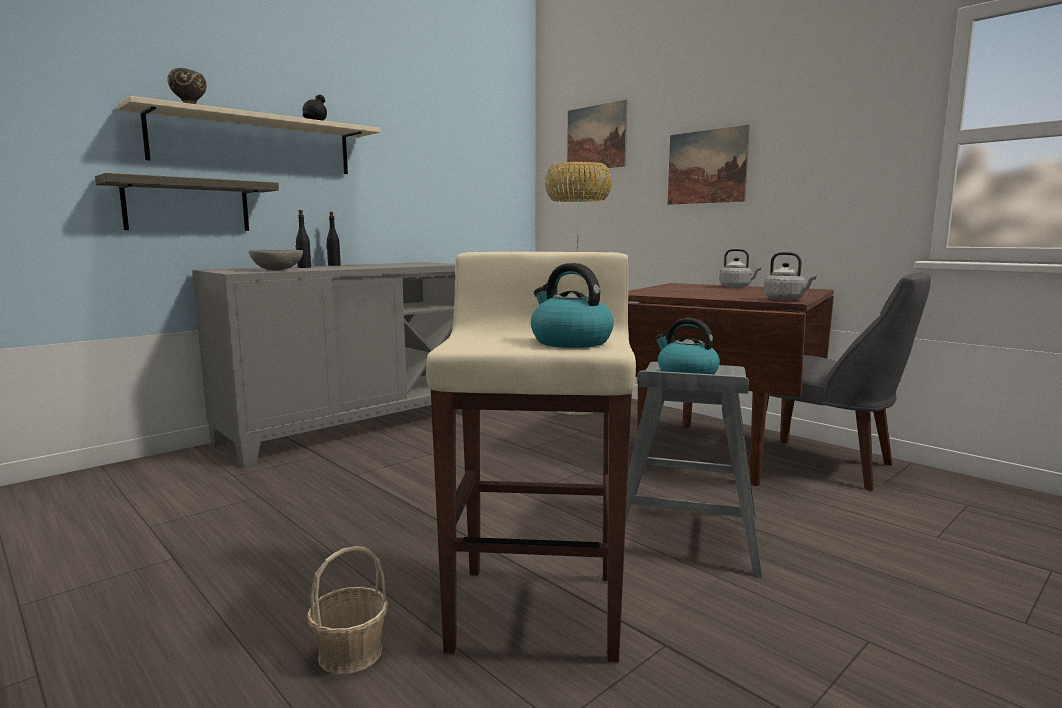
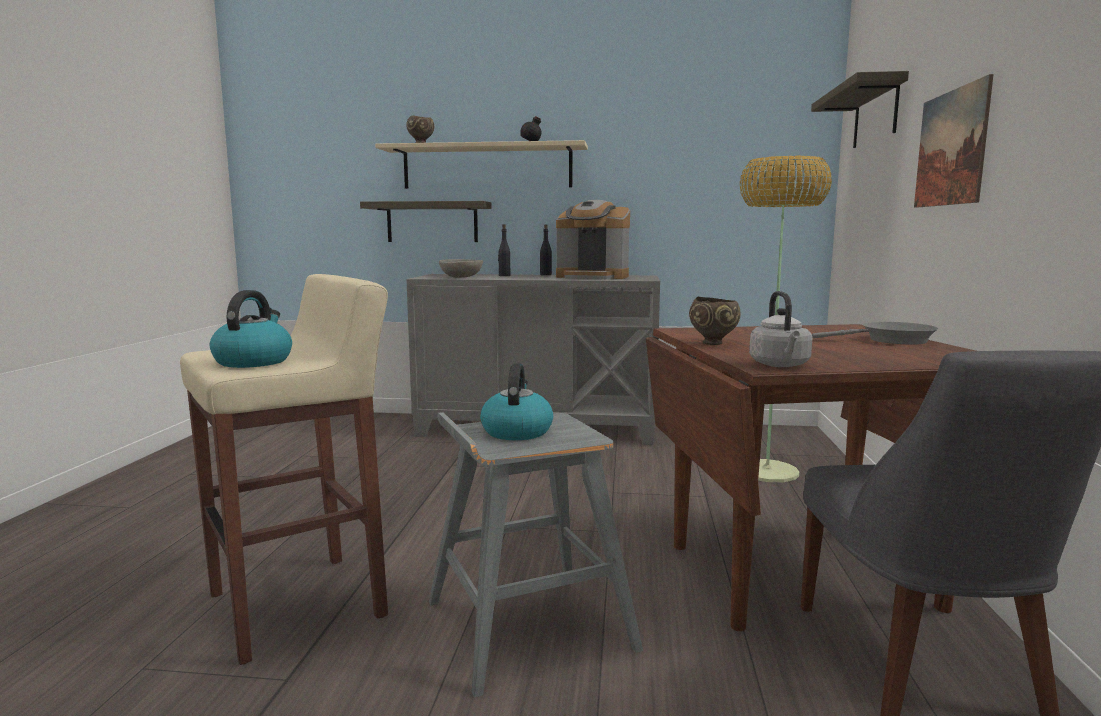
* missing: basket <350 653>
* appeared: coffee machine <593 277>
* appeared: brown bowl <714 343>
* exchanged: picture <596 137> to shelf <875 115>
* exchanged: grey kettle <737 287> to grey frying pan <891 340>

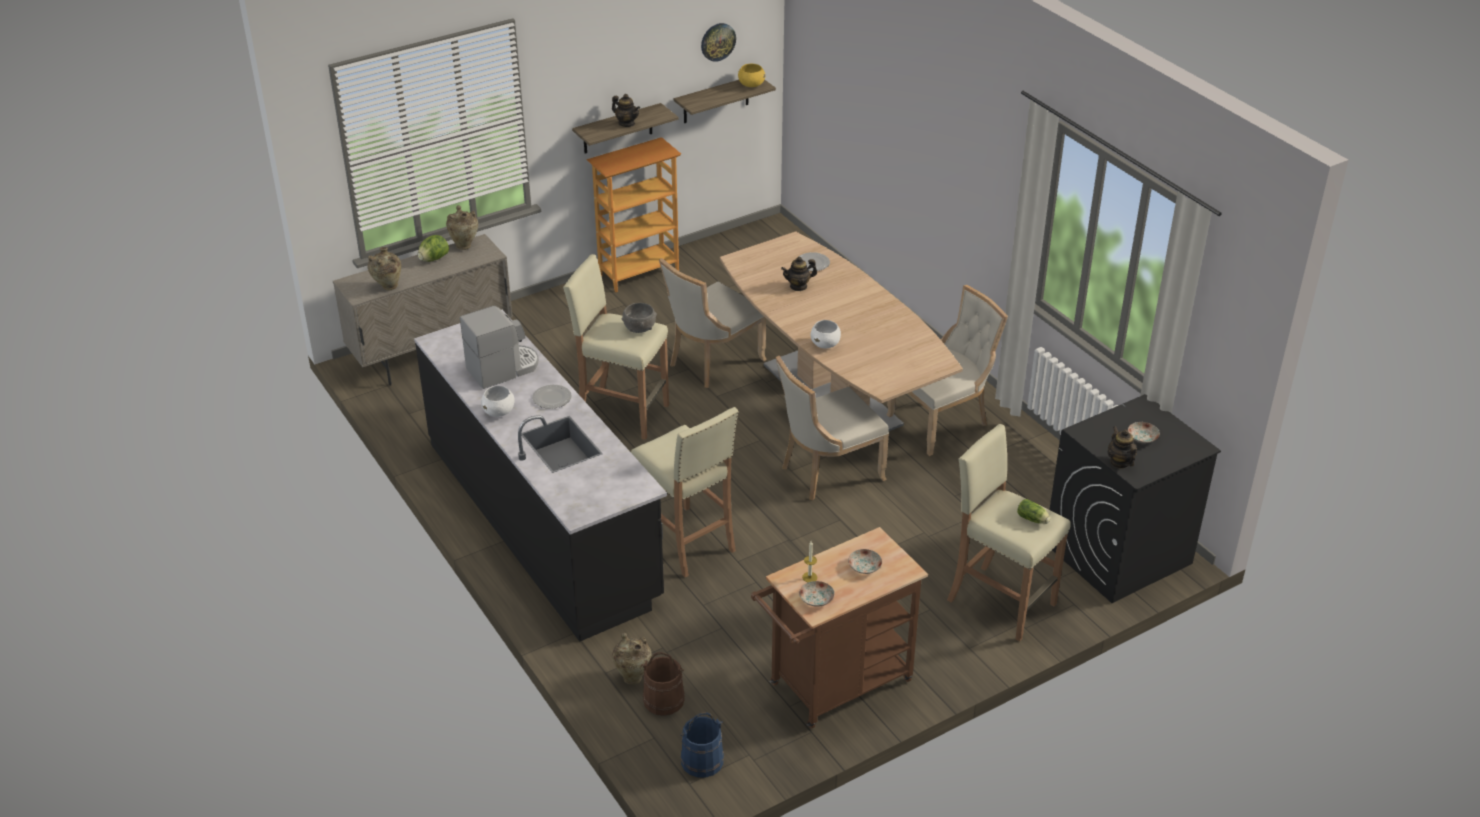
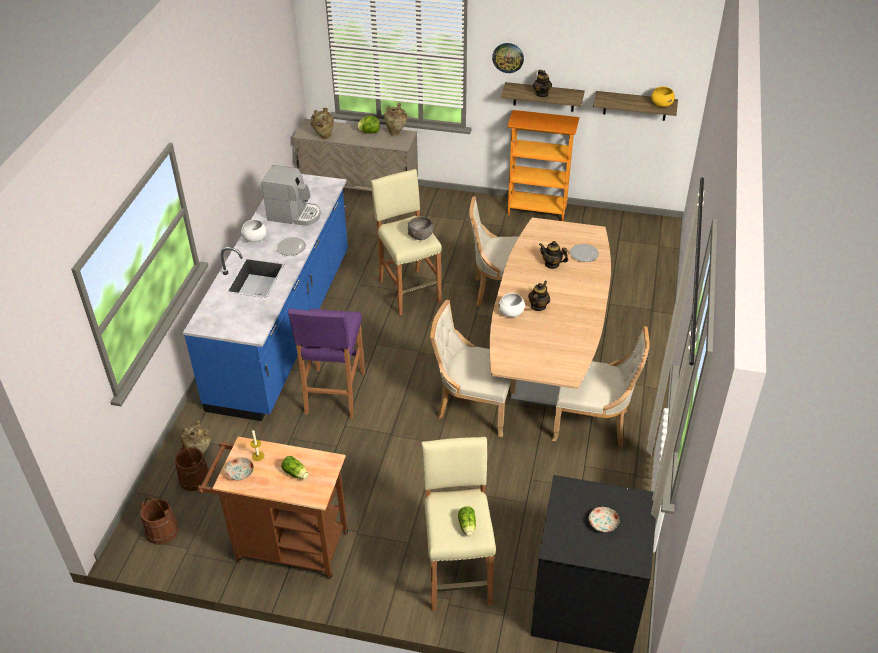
* relocated: wall clock <718 41> to <508 57>
* relocated: teapot <1120 462> to <538 306>
* exchanged: plate <864 567> to lettuce <296 474>
* colour: black counter <543 520> to blue counter <284 328>
* colour: beige stool <686 542> to purple stool <334 393>
* colour: blue bucket <702 761> to brown bucket <162 531>

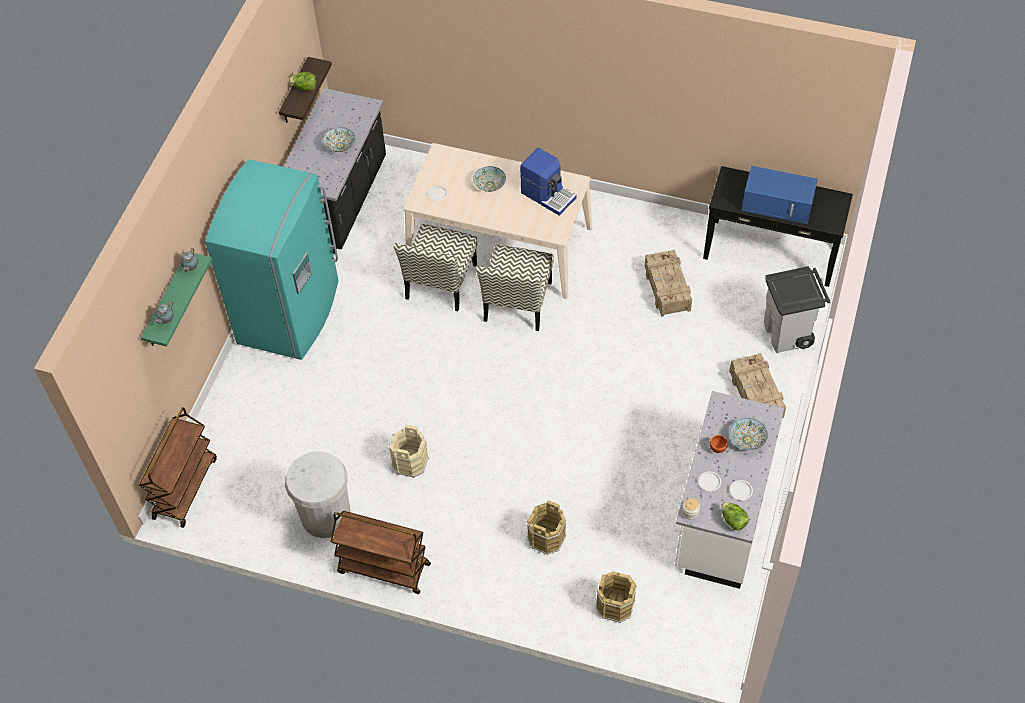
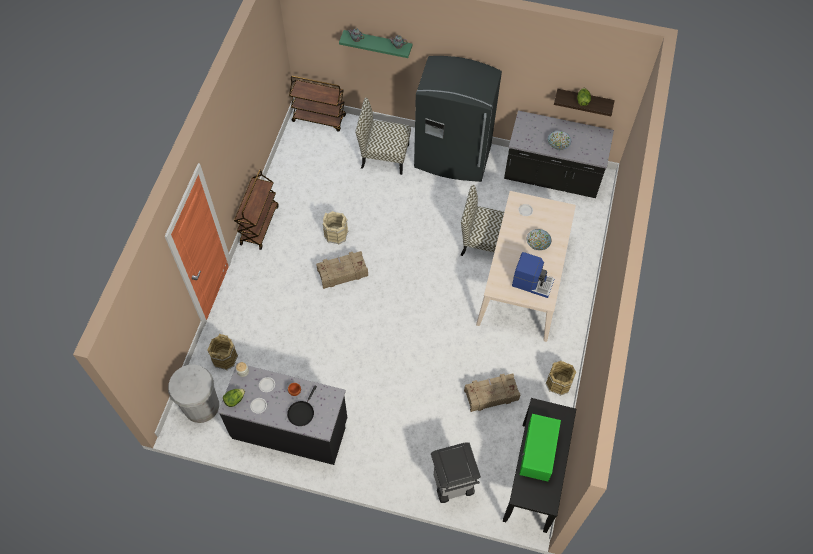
* relocated: white trash can <325 515> to <201 406>
* relocated: chair <517 302> to <384 156>
* relocated: brown bucket <547 538> to <558 383>
* relocated: crate <755 395> to <342 273>
* exchanged: bowl <747 439> to black frying pan <301 412>
* colour: turquoise fridge <291 313> to grey fridge <452 158>
* colour: white counter <721 515> to black counter <290 428>
* colour: blue microwave <778 204> to green microwave <538 452>
* spun: coffee machine <548 195> = <532 282> 105 degrees counterclockwise

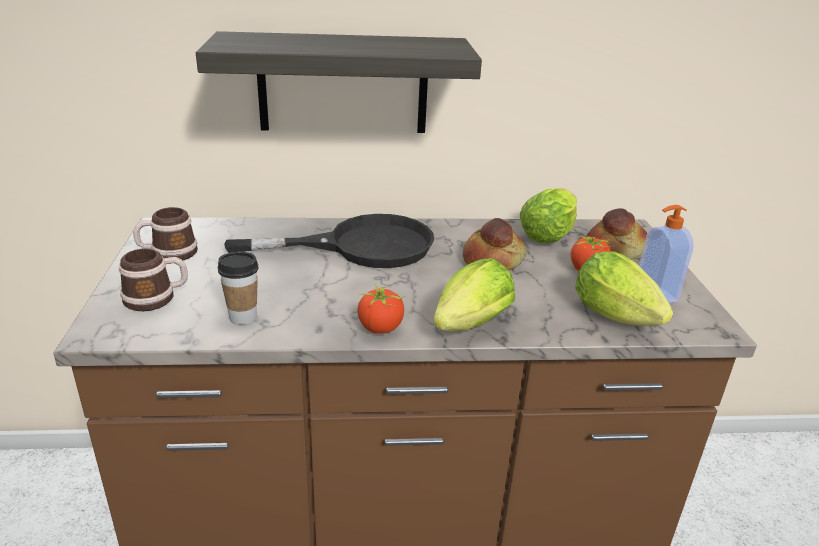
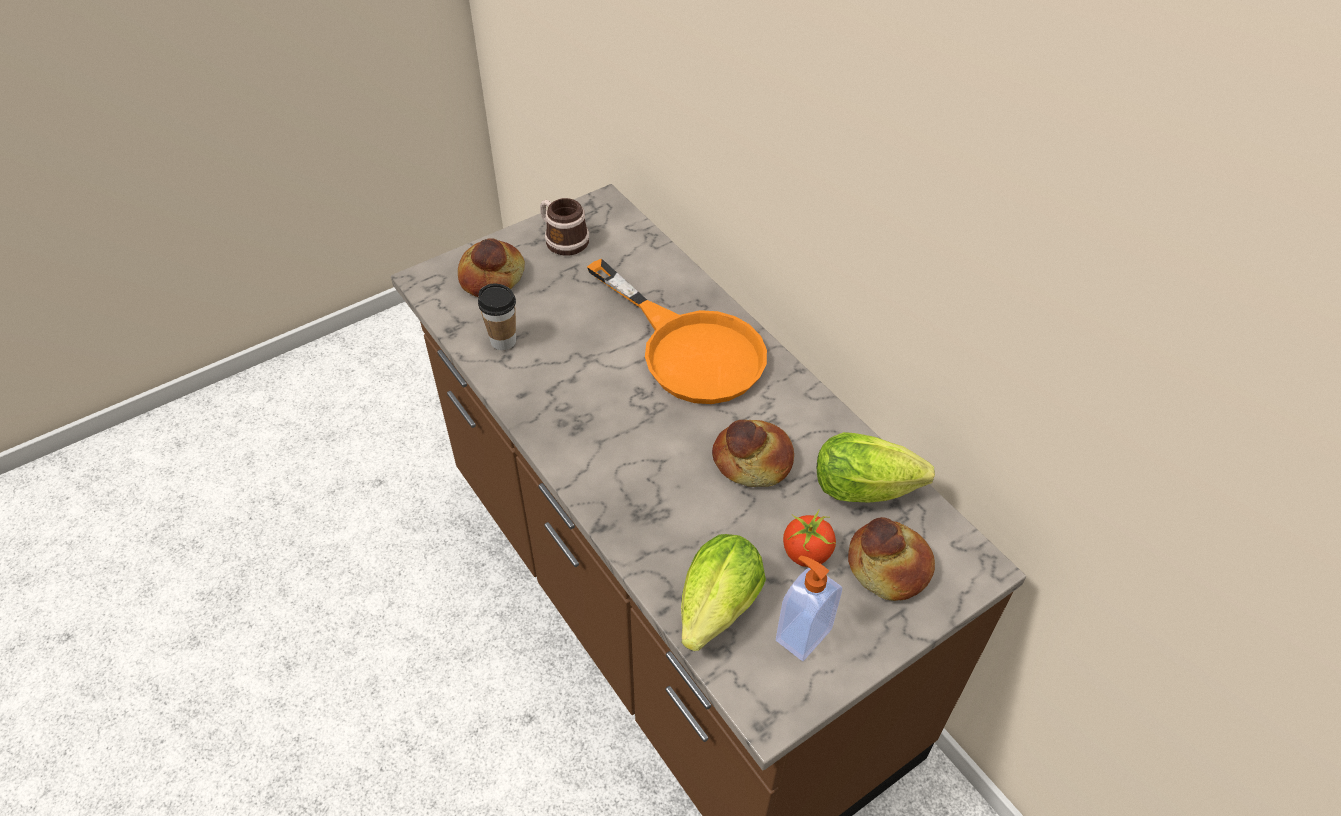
* missing: shelf <343 84>
* missing: tomato <380 328>
* missing: lettuce <468 327>
* exchanged: mug <157 298> to bread <492 277>
* colour: black frying pan <361 246> to orange frying pan <689 348>

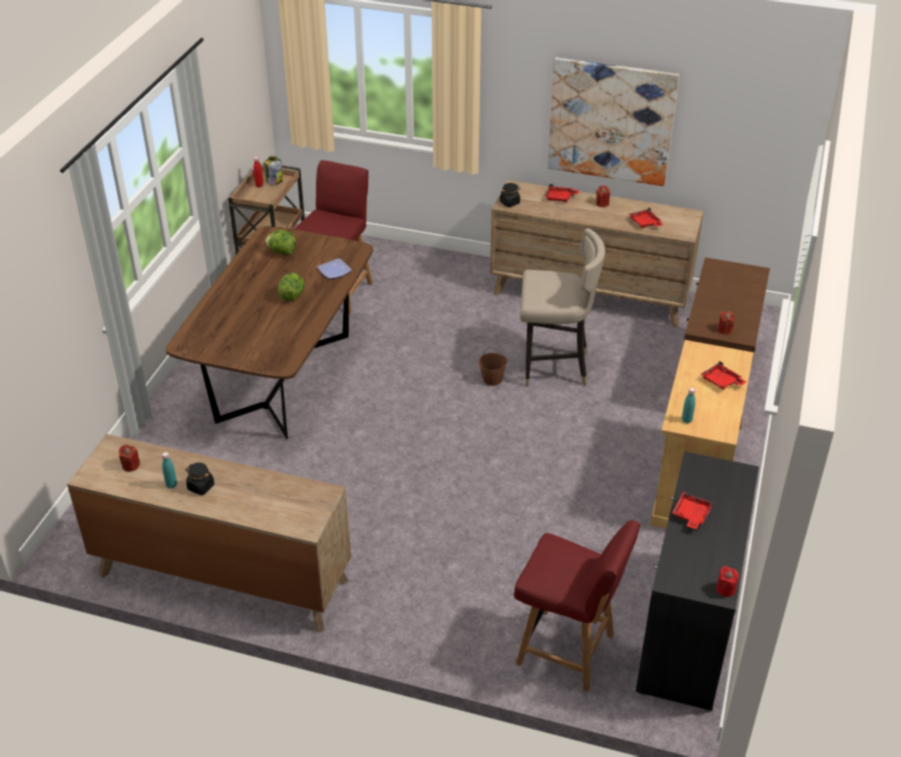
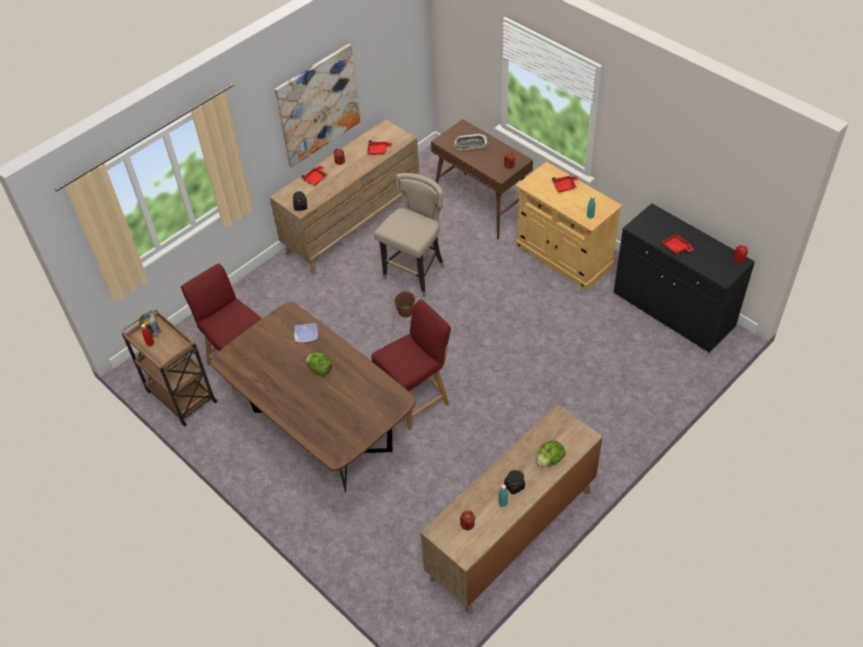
* appeared: tray <470 144>
* relocated: lettuce <282 252> to <549 460>
* relocated: red chair <567 650> to <416 400>

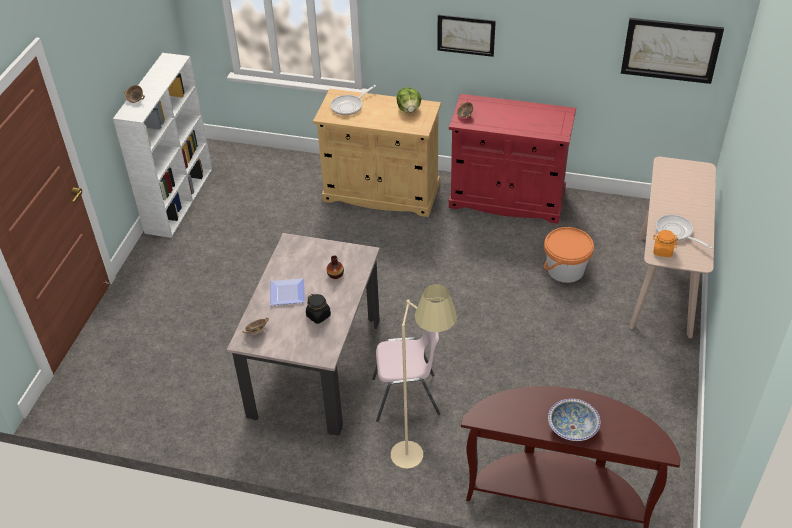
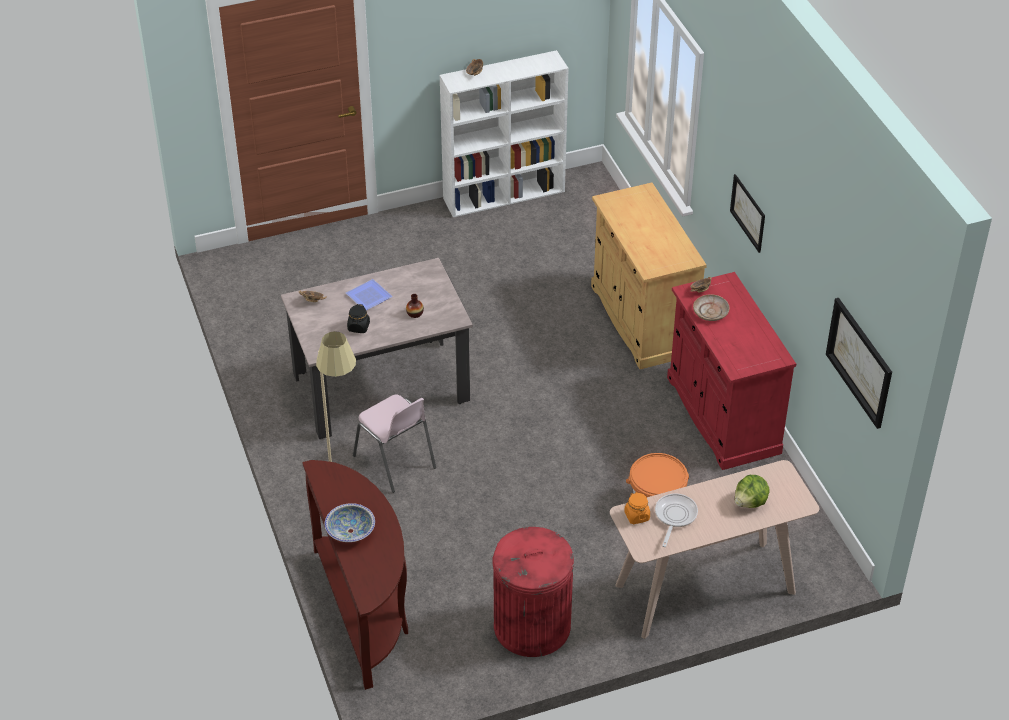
* missing: frying pan <349 106>
* appeared: red trash can <532 626>
* appeared: beige plate <711 312>
* relocated: lettuce <409 109> to <750 502>

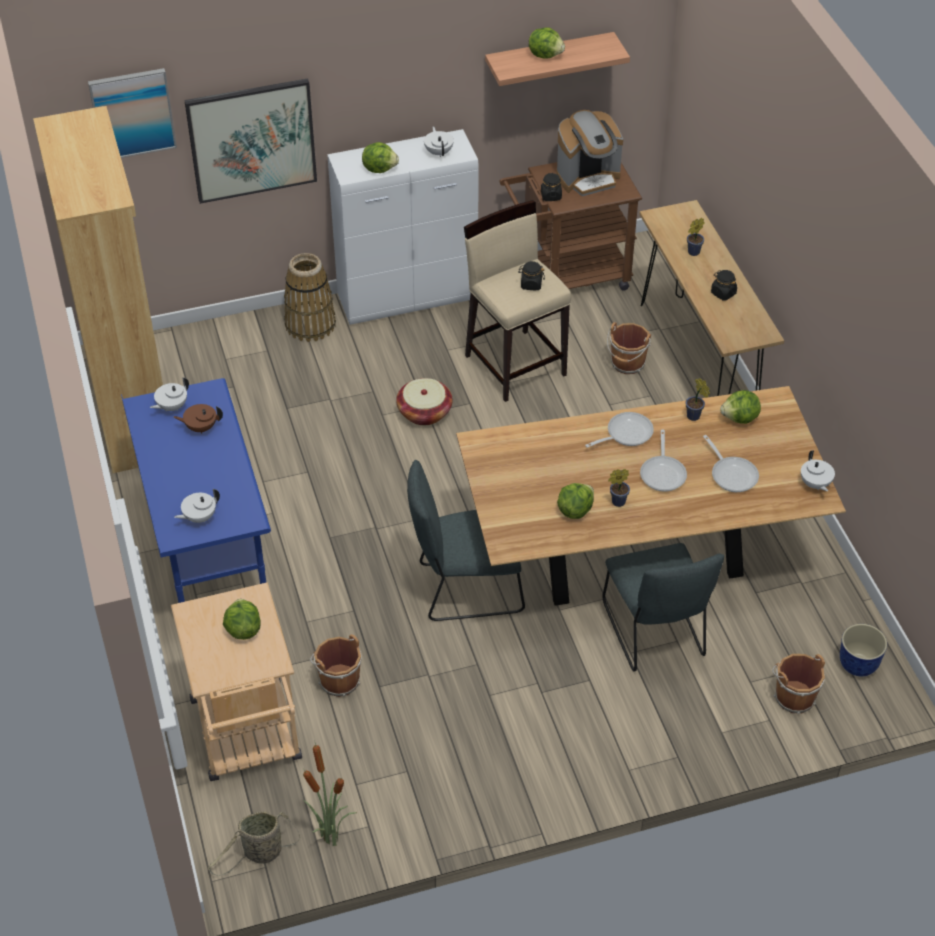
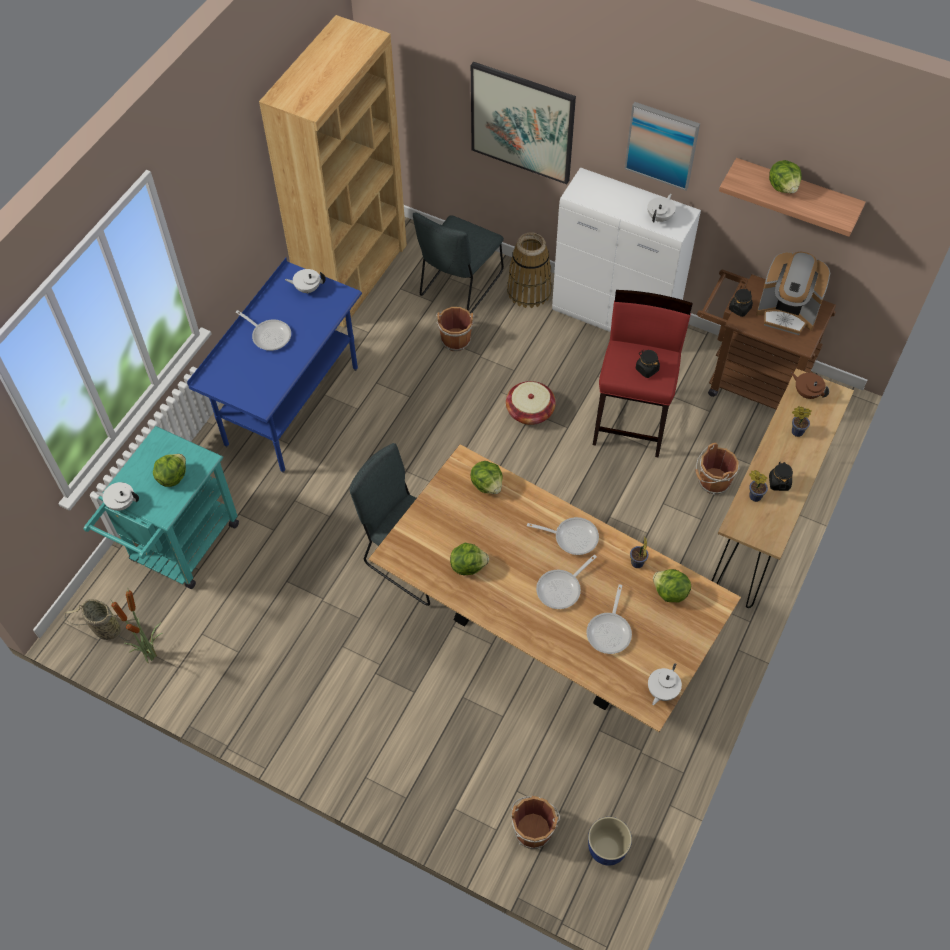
* appeared: frying pan <269 335>
* relocated: picture <132 113> to <662 145>
* relocated: brown teapot <200 427> to <807 392>
* relocated: white teapot <199 517> to <121 503>
* relocated: brown bucket <338 680> to <455 339>
* relocated: lettuce <379 168> to <487 484>
* relocated: grey chair <655 633> to <459 287>
* relocated: potted plant <616 502> to <753 495>
* colour: beige cart <248 738> to turquoise cart <179 549>
* colour: beige stool <515 364> to red stool <632 422>

